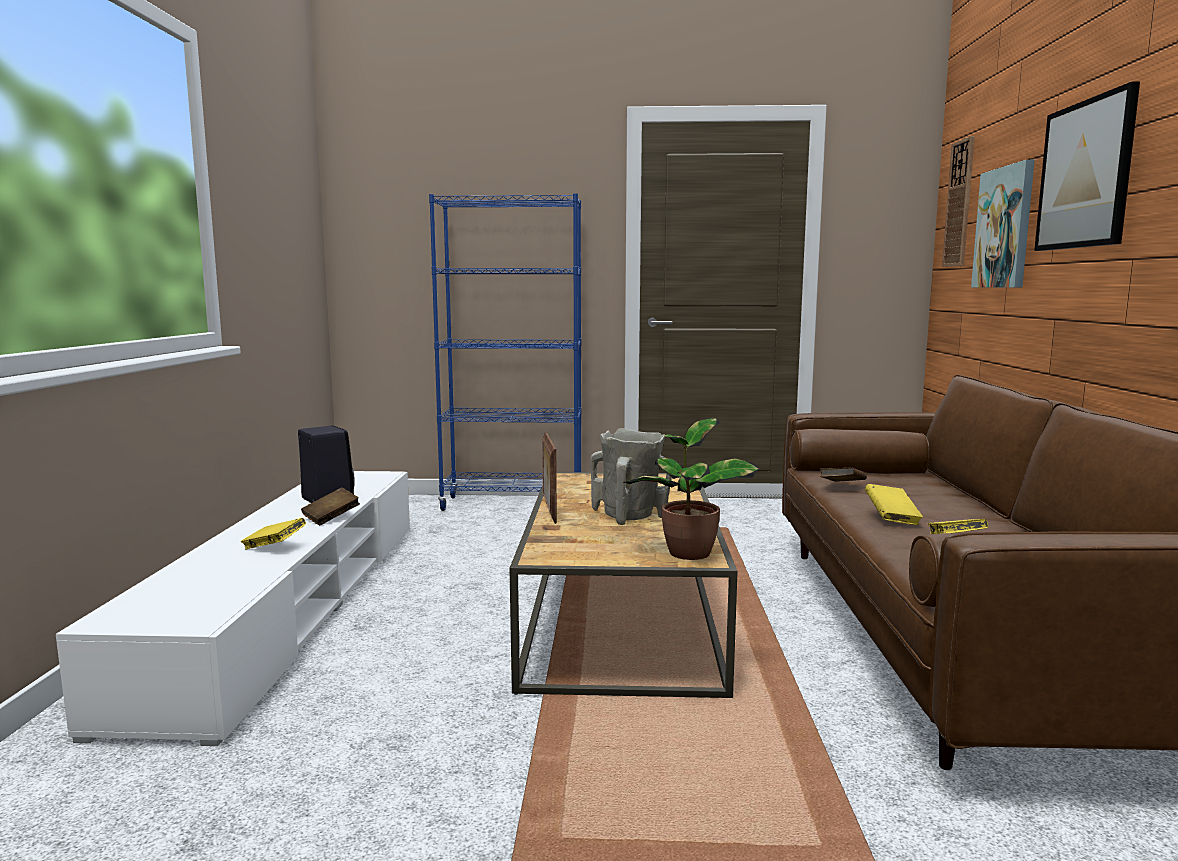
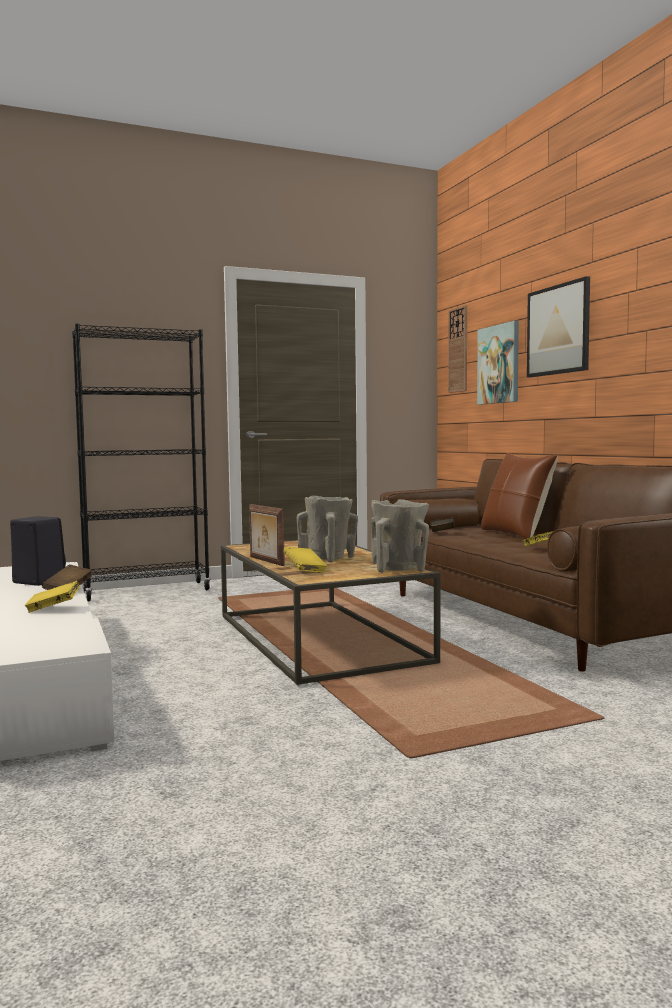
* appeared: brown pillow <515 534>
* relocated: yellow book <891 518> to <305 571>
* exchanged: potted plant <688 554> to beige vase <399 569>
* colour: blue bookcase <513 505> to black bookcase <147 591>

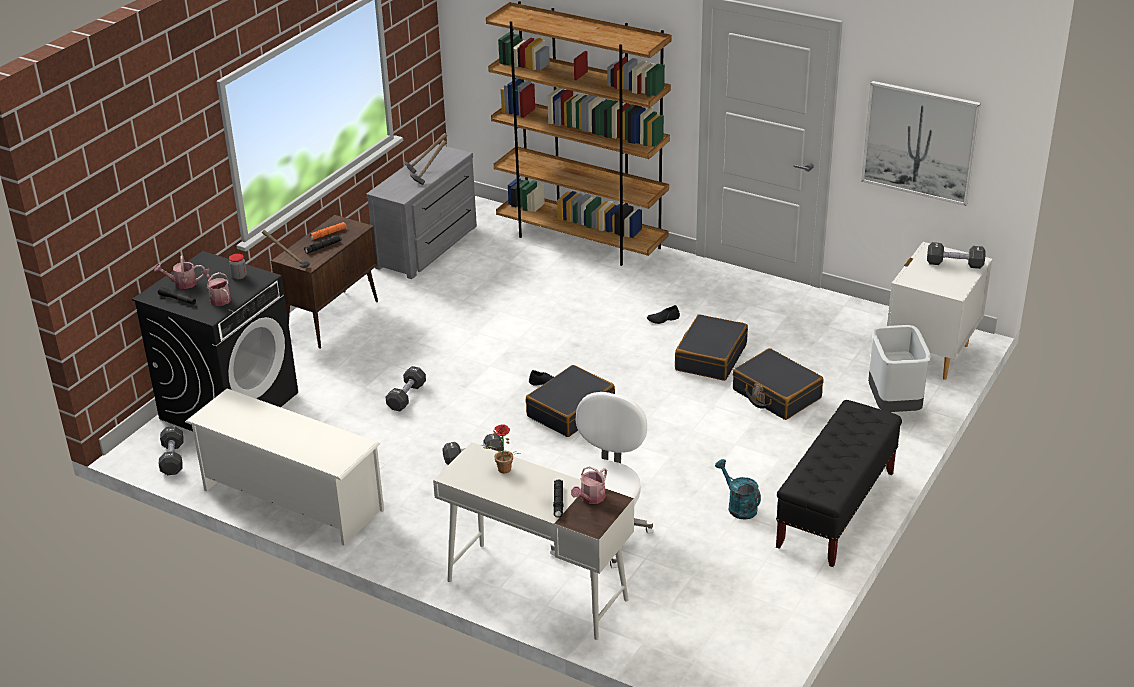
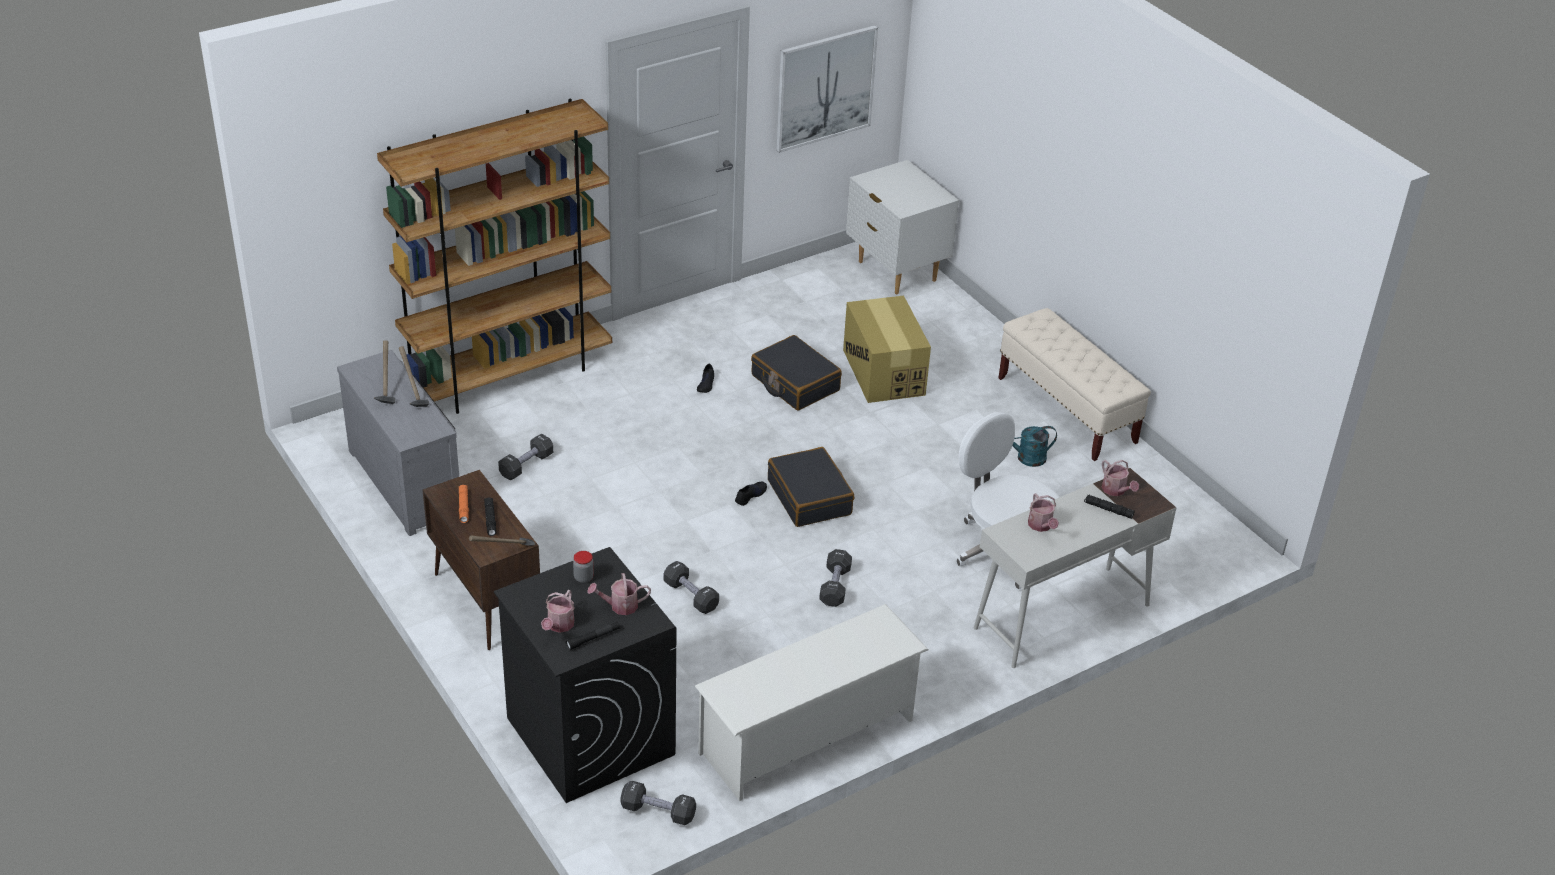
* missing: grey trash can <894 405>
* relocated: black dumbbell <954 264> to <526 465>
* exchanged: potted plant <502 471> to watering can <1041 526>
* exchanged: black suitcase <776 394> to cardboard box <883 372>
* colour: black bench <836 510> to beige bench <1067 411>

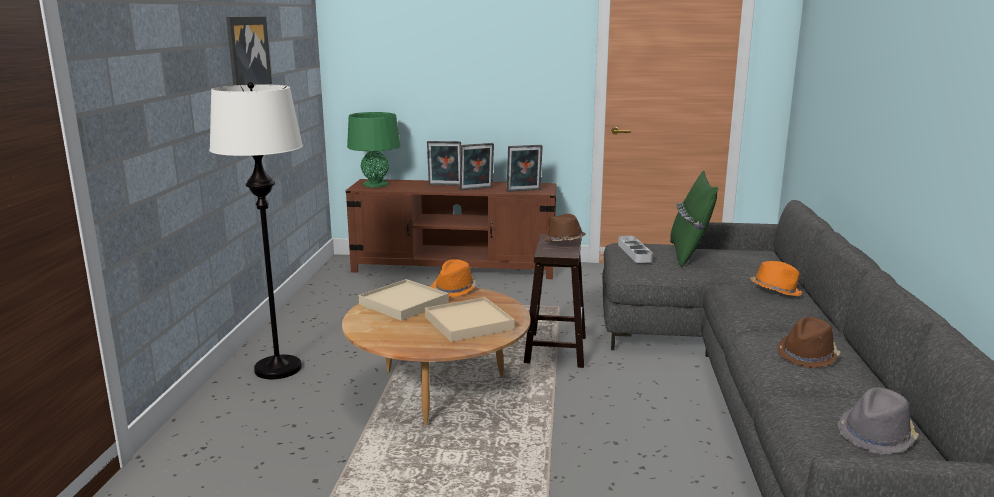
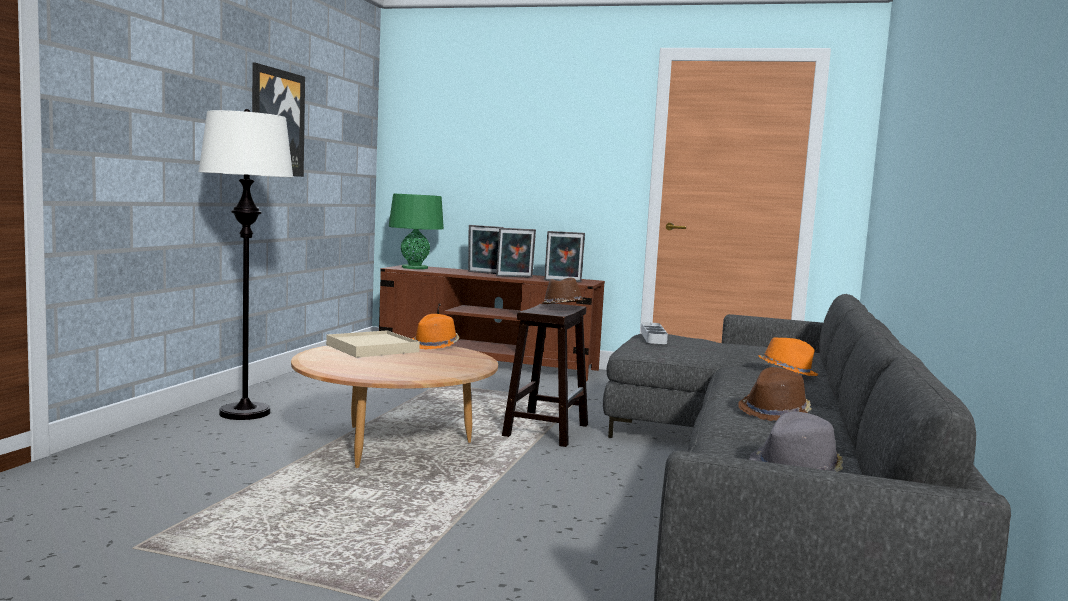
* missing: beige tray <469 323>
* missing: green pillow <689 254>

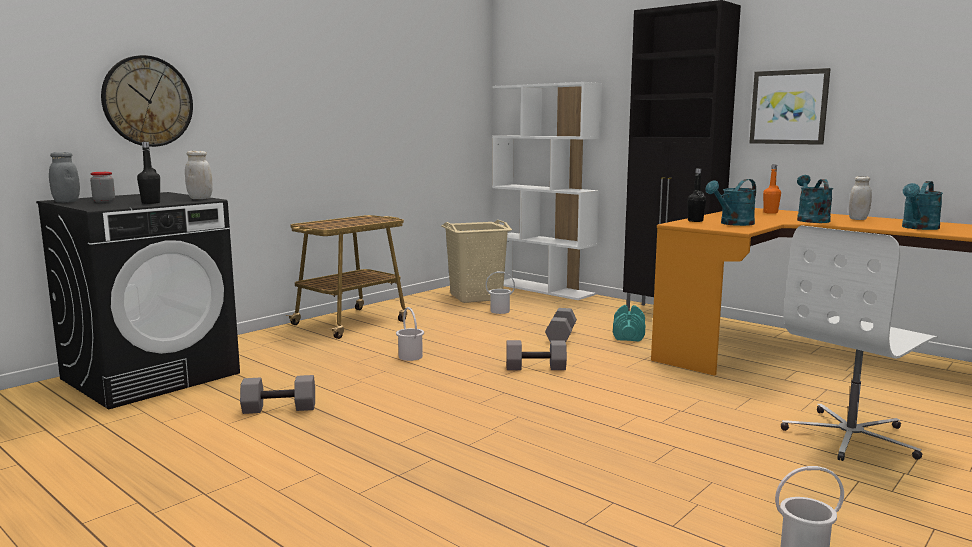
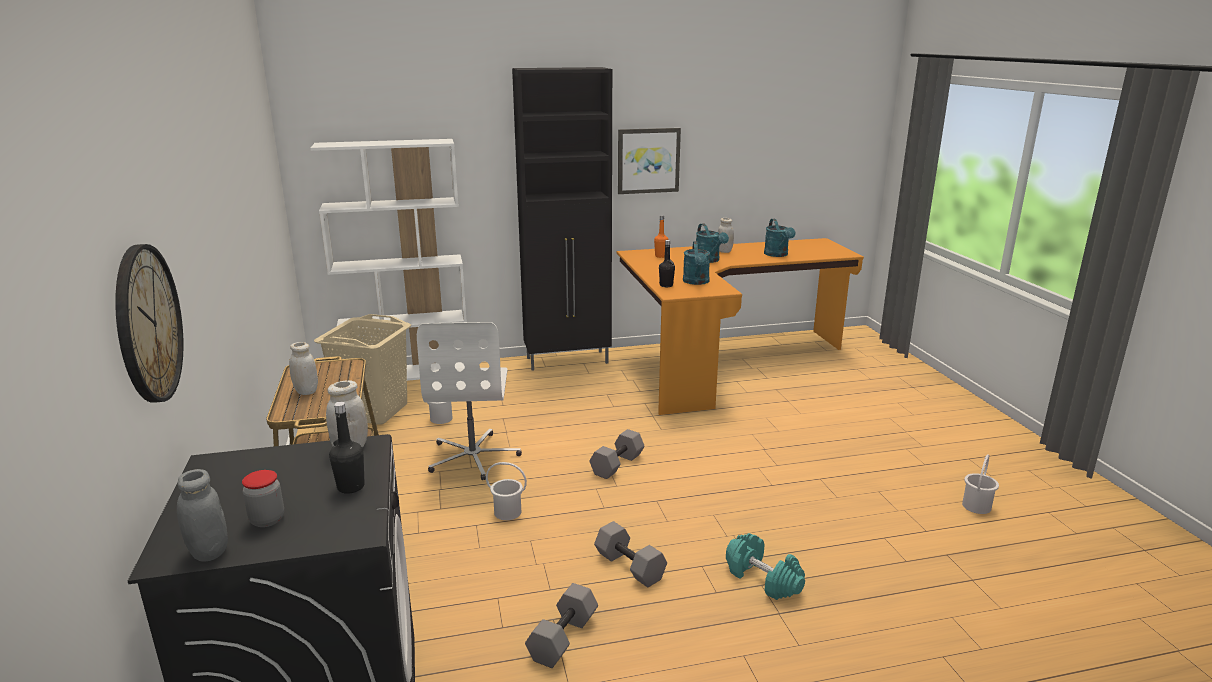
* appeared: white jar <306 391>
* relocated: grey dumbbell <561 336> to <631 566>
* relocated: turquoise dumbbell <628 335> to <763 579>
* relocated: white office chair <851 437> to <473 456>
* spun: turquoise watering can <810 220> = <709 260> 150 degrees counterclockwise

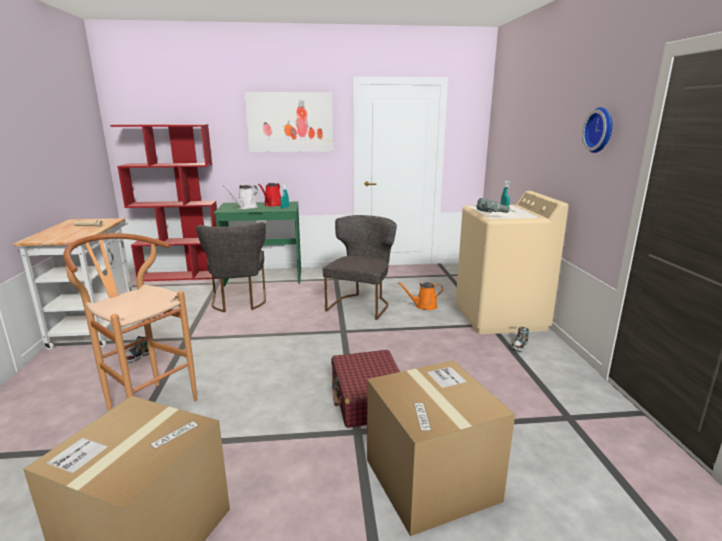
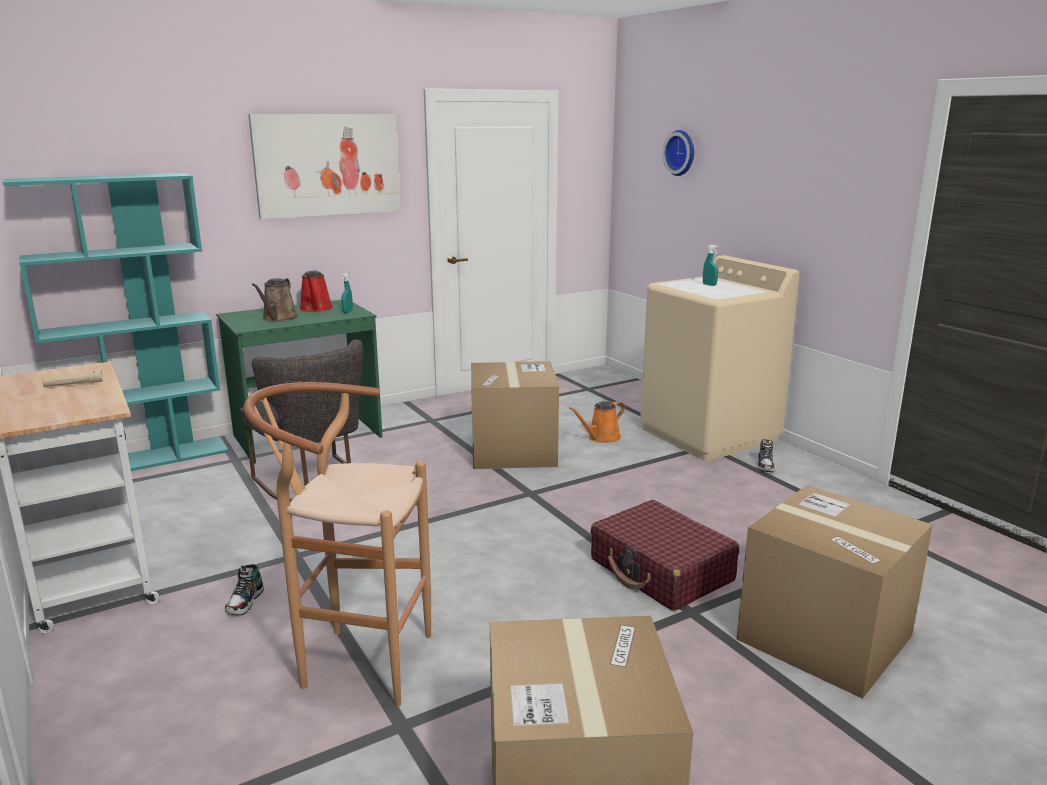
* missing: power drill <493 215>
* relocated: wall clock <600 130> to <681 153>
* exchanged: grey chair <361 304> to cardboard box <513 451>
* colour: red bookcase <182 276> to turquoise bookcase <148 459>
* colour: white watering can <245 207> to brown watering can <278 318>

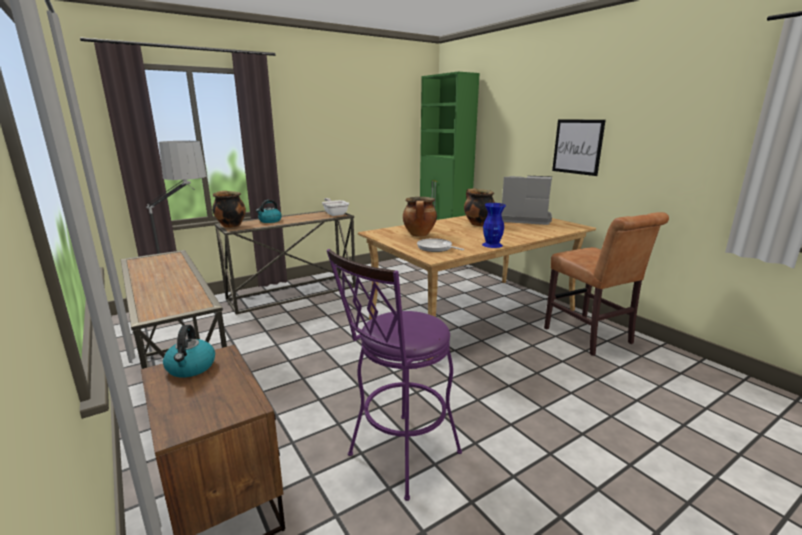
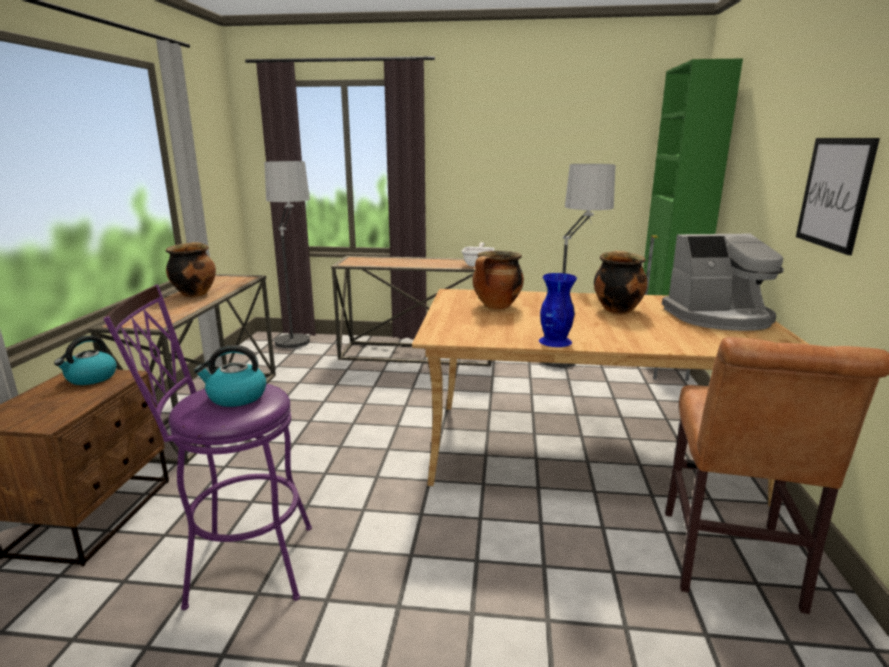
* missing: frying pan <436 248>
* appeared: floor lamp <566 374>
* relocated: cooking pot <230 226> to <195 294>
* relocated: kettle <270 221> to <236 397>
* spun: coffee machine <524 219> = <719 317> 120 degrees clockwise

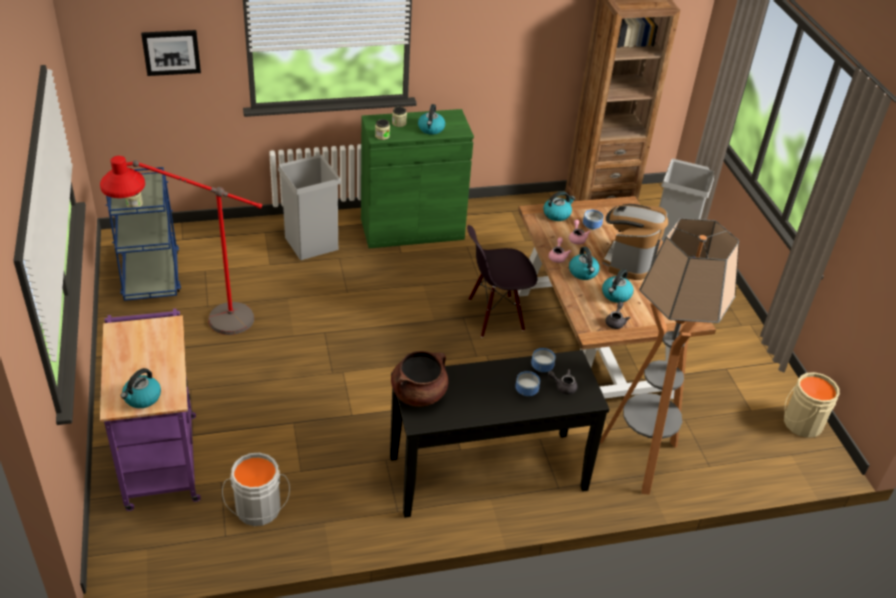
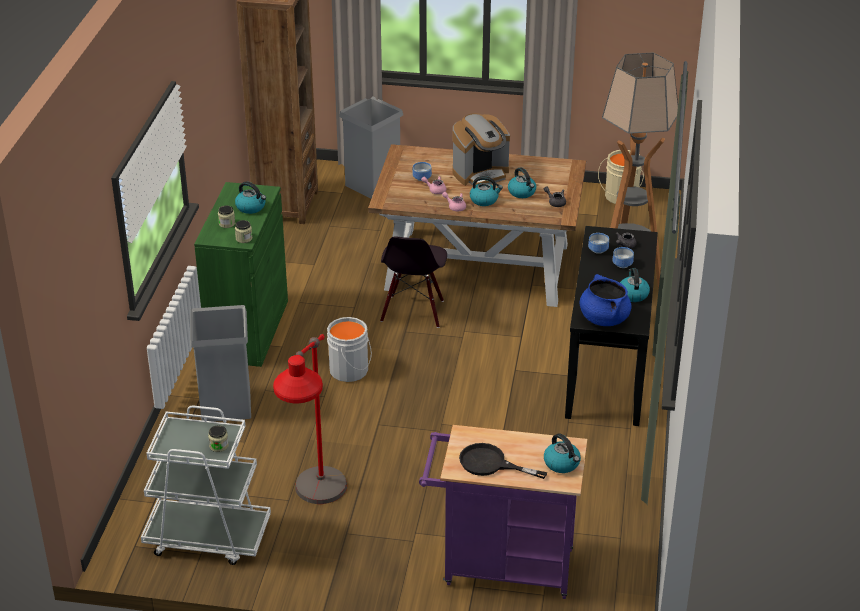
* missing: picture <171 52>
* appeared: black frying pan <490 464>
* relocated: grey bucket <258 510> to <351 370>
* relocated: kettle <557 214> to <632 294>
* colour: blue cart <151 275> to white cart <207 537>
* colour: brown cooking pot <419 394> to blue cooking pot <603 318>
* spun: coffee machine <628 261> = <481 174> 75 degrees counterclockwise

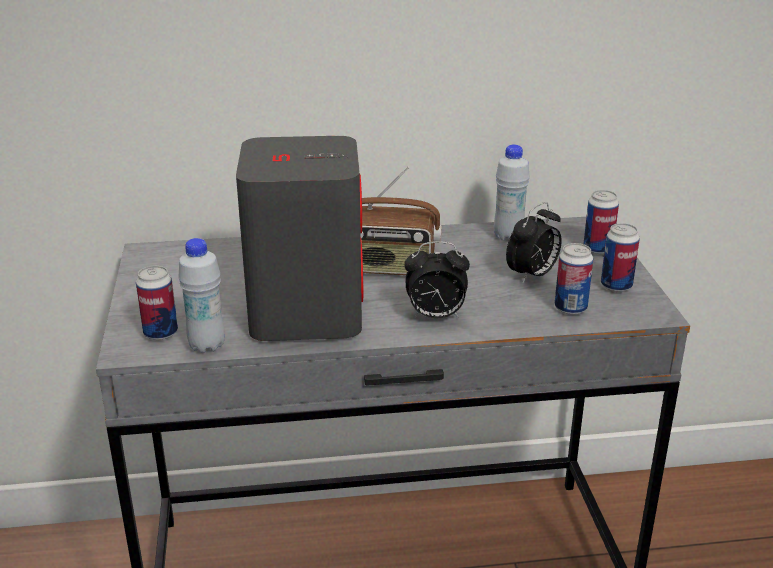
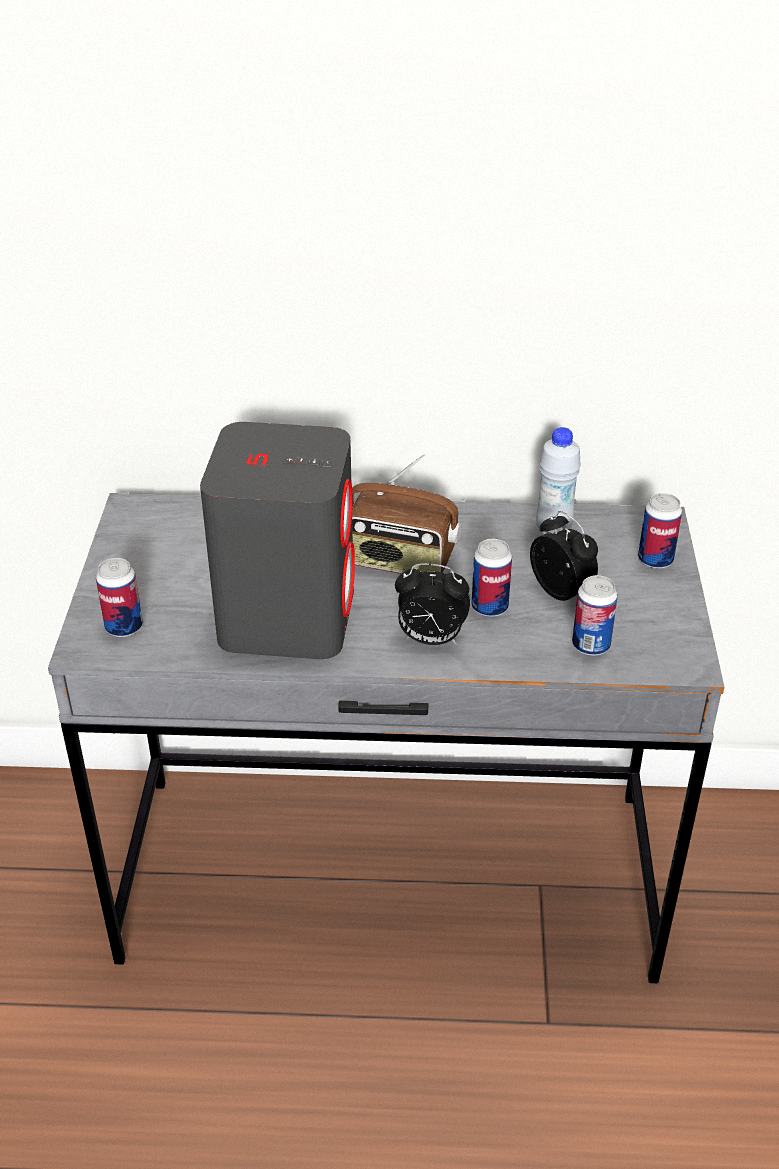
* missing: white bottle <207 345>
* relocated: can <616 286> to <489 607>
* spun: alarm clock <532 275> = <562 592> 90 degrees counterclockwise

